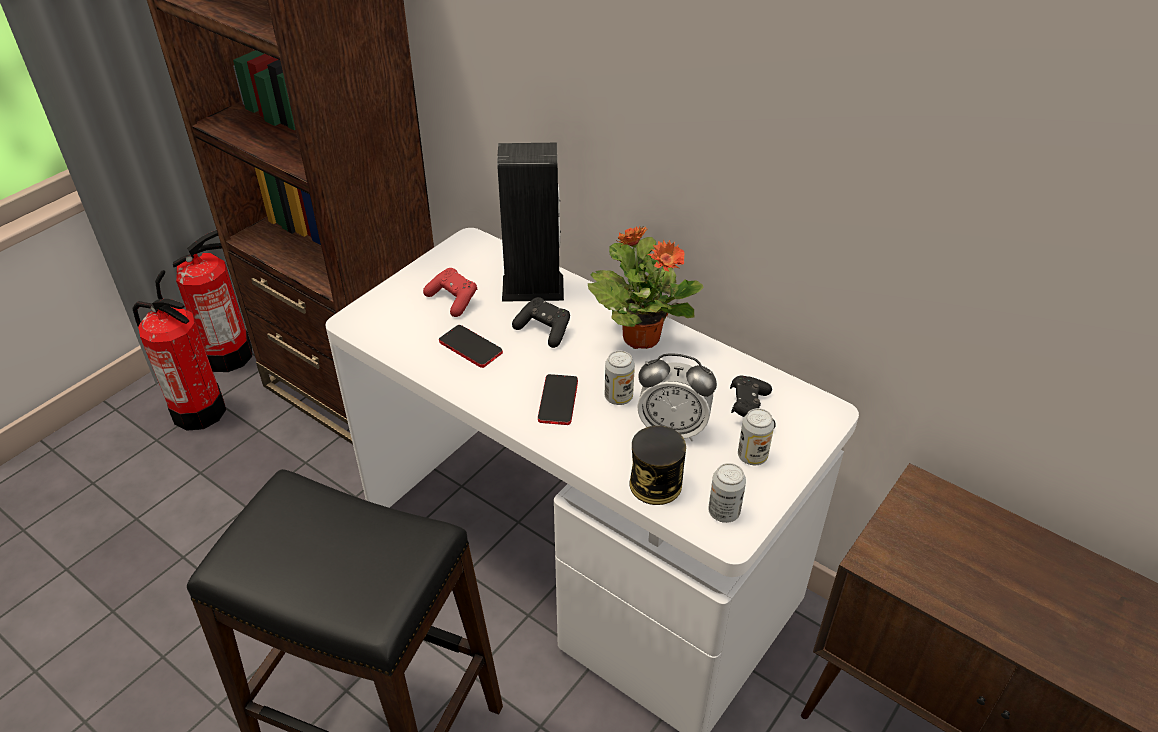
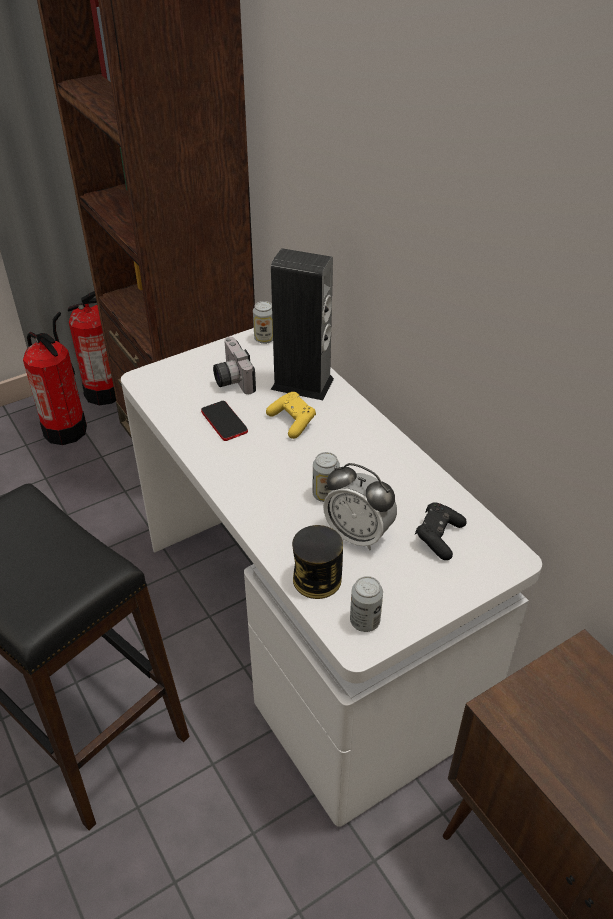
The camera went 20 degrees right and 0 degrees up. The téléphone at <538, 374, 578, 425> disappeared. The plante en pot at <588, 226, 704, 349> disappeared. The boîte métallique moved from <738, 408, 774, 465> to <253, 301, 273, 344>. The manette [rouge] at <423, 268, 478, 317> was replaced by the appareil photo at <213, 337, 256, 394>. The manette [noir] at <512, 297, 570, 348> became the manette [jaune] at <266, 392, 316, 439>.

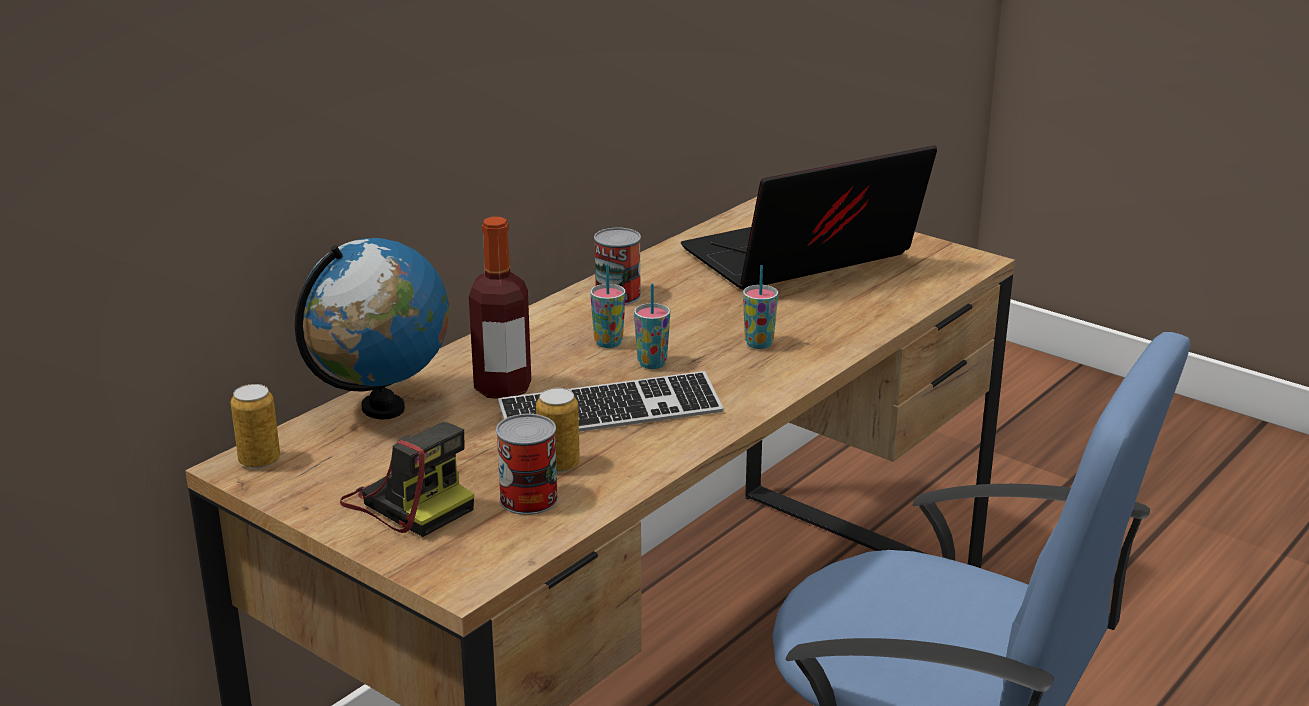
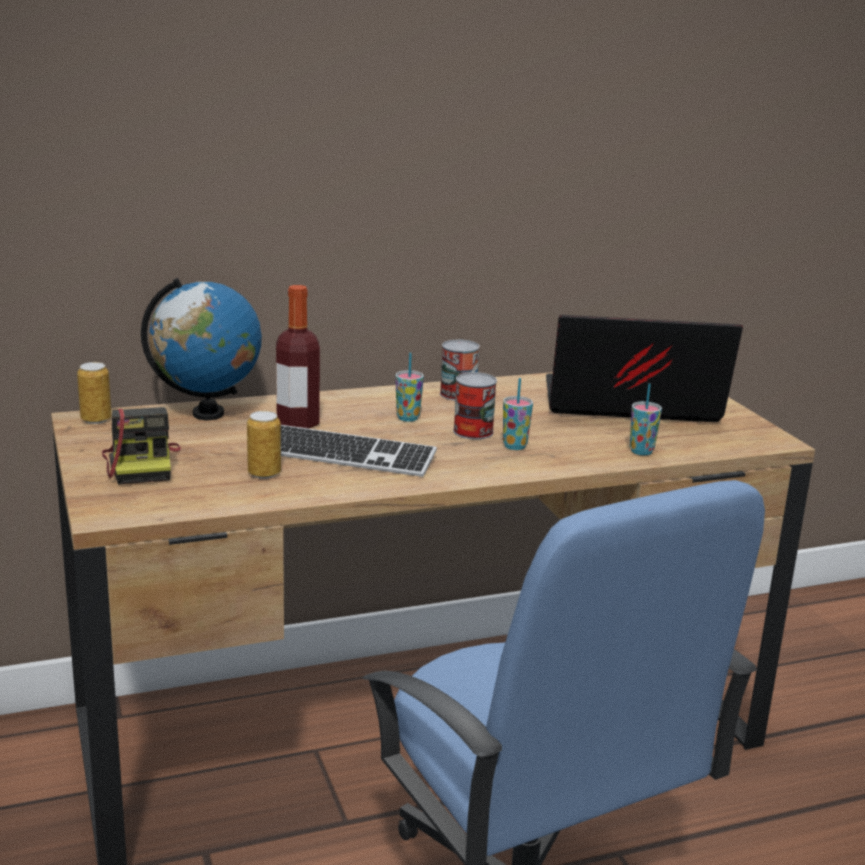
The camera went 30 degrees right and 5 degrees down. The boîte métallique moved from <496, 414, 558, 515> to <453, 372, 497, 439>. The tasse moved from <634, 283, 670, 369> to <630, 383, 662, 455>.

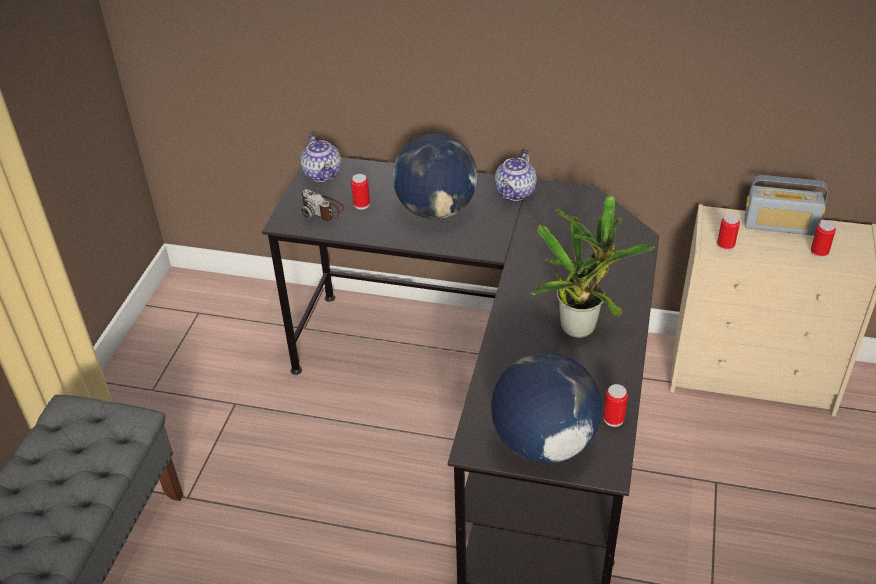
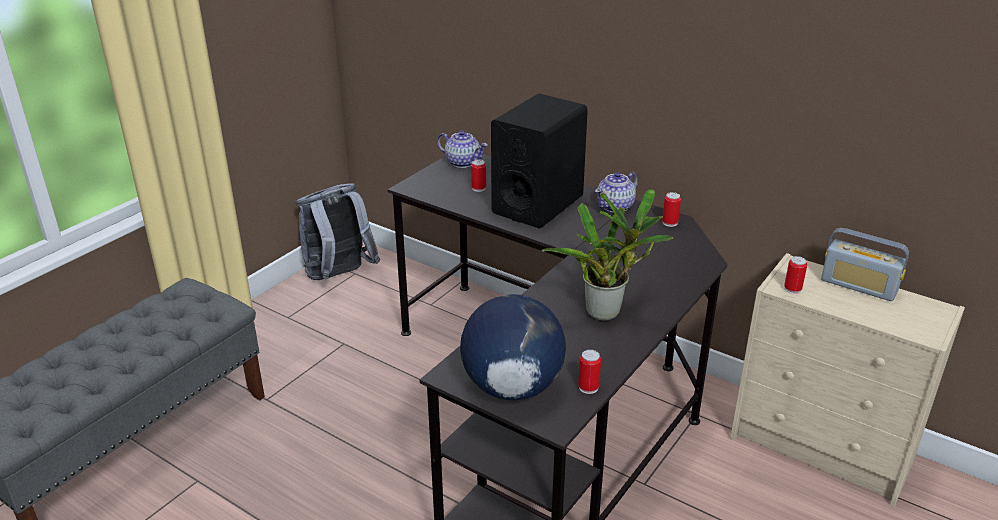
The camera went 20 degrees right and 10 degrees down. The appareil photo at <301, 189, 345, 221> disappeared. The sac à dos [gris] at <296, 183, 380, 280> appeared. The boîte métallique moved from <811, 221, 836, 258> to <662, 192, 681, 227>. The globe at <393, 134, 478, 219> was replaced by the enceinte [noir] at <491, 94, 588, 228>. The théière at <300, 135, 342, 182> turned 60 degrees counterclockwise.

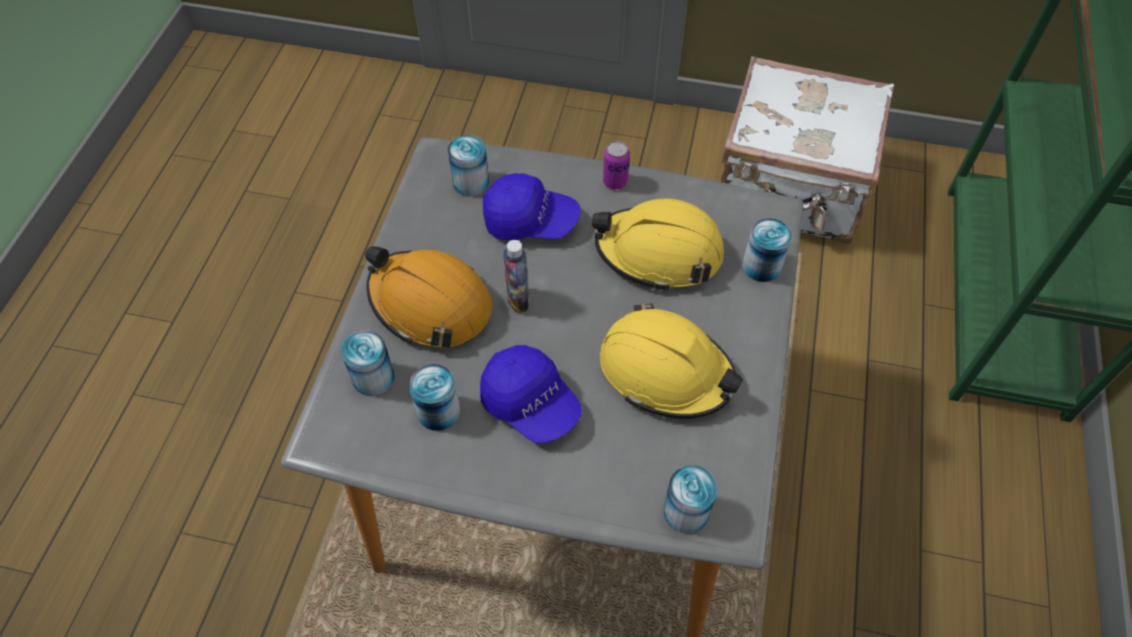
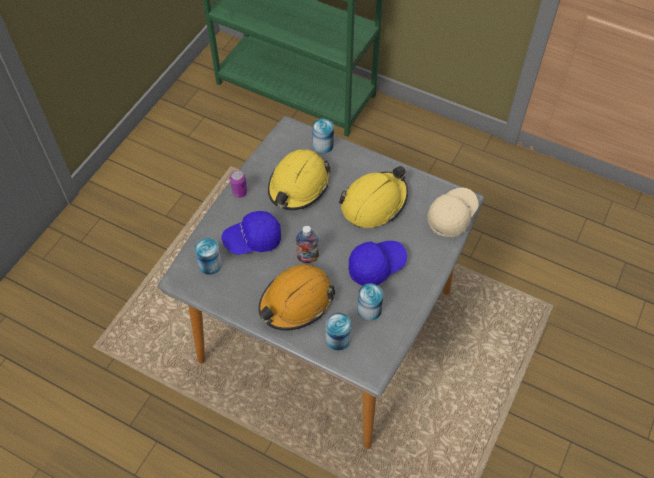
The camera went 75 degrees left and 0 degrees up. The valise [blanc] at <721, 56, 894, 244> disappeared. The boîte métallique at <664, 465, 718, 533> was replaced by the casquette [beige] at <427, 187, 479, 237>. The casquette [bleu] at <483, 173, 581, 240> turned 135 degrees counterclockwise.

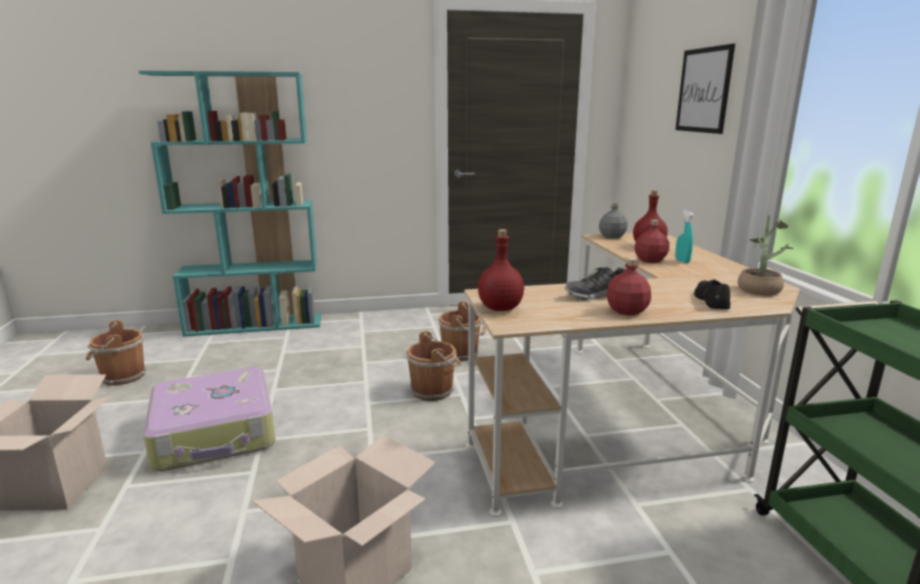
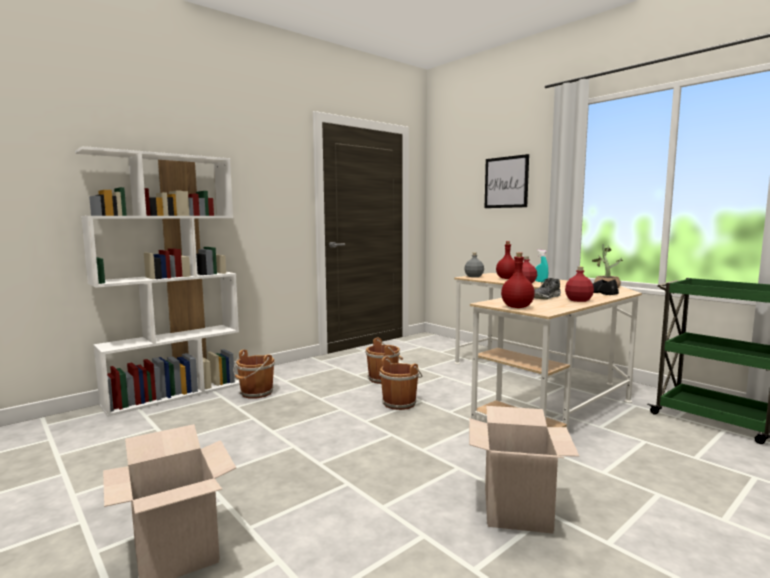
The camera went 30 degrees left and 10 degrees down. The valise at <143, 367, 275, 471> disappeared. The seau [marron] moved from <86, 320, 146, 385> to <233, 349, 275, 398>. The bibliothèque [turquoise] at <139, 71, 321, 337> became the bibliothèque [blanc] at <75, 146, 240, 417>.

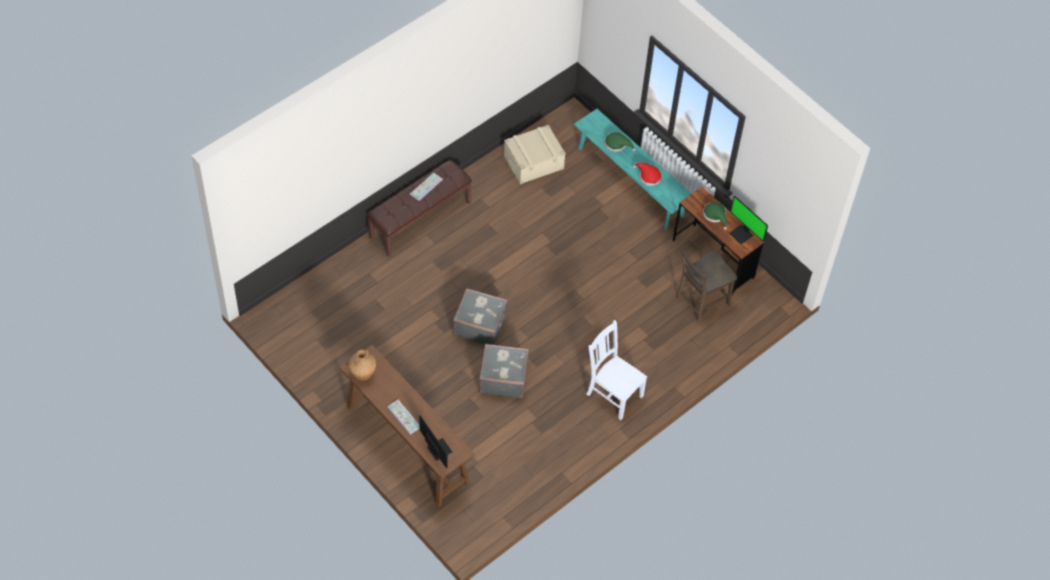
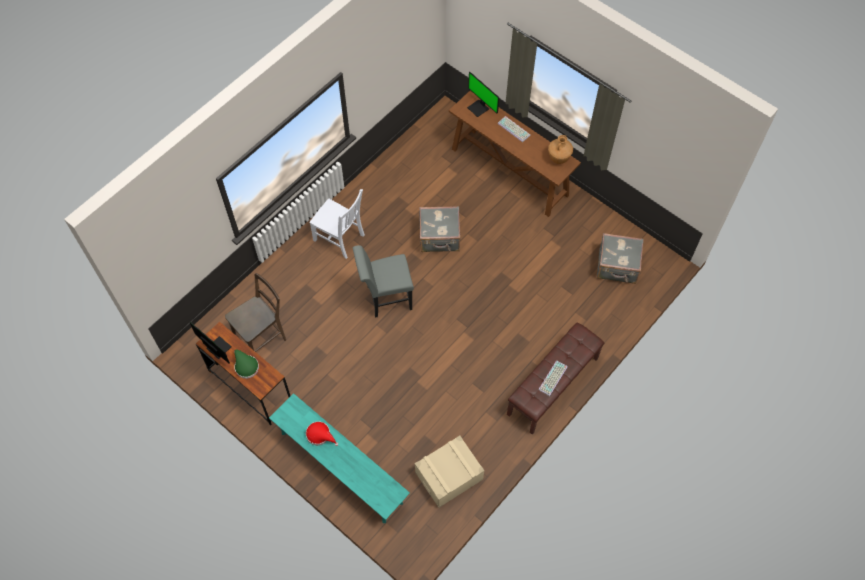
The camera went 175 degrees right and 5 degrees up. The chapeau [vert] at <605, 132, 635, 152> disappeared. The chaise [gris] at <353, 245, 414, 318> appeared. The valise [gris] moved from <453, 288, 508, 345> to <597, 233, 644, 284>.

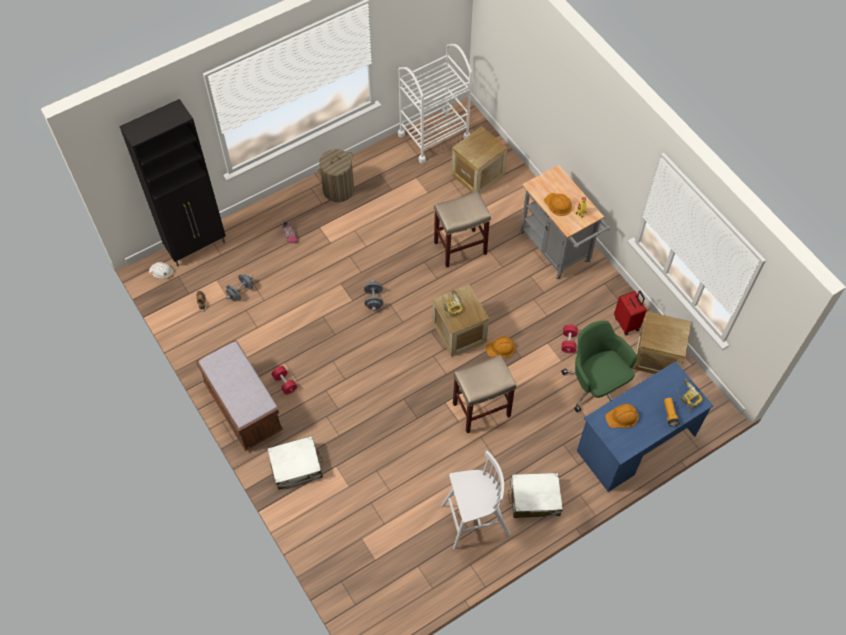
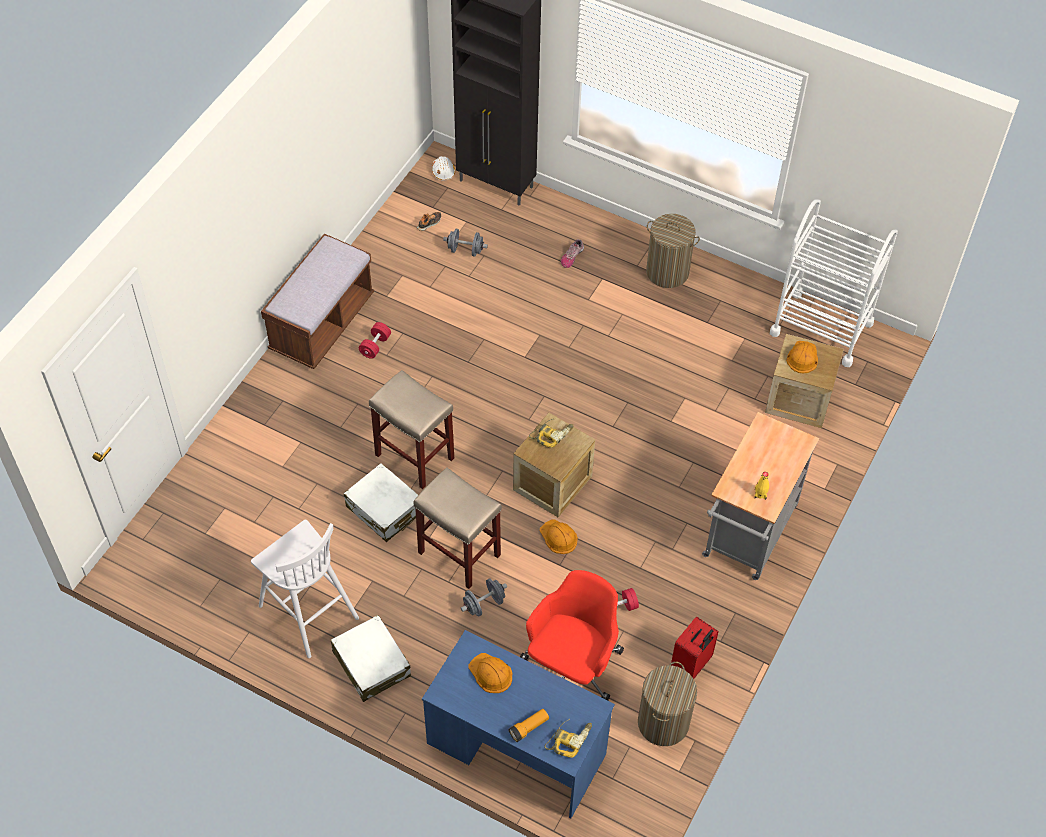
The camera went 60 degrees right and 5 degrees down. The valise [blanc] moved from <268, 436, 323, 490> to <344, 463, 418, 542>. The haltère [gris] moved from <364, 280, 383, 311> to <461, 578, 507, 616>. The tabouret [beige] moved from <434, 191, 491, 268> to <369, 370, 454, 489>. The casque de chantier [orange] moved from <544, 193, 572, 216> to <786, 341, 818, 374>. The caisse at <632, 312, 691, 374> was replaced by the panier à linge at <638, 662, 697, 746>. The chaise de bureau [vert] at <561, 320, 637, 412> became the chaise de bureau [rouge] at <520, 570, 624, 700>.

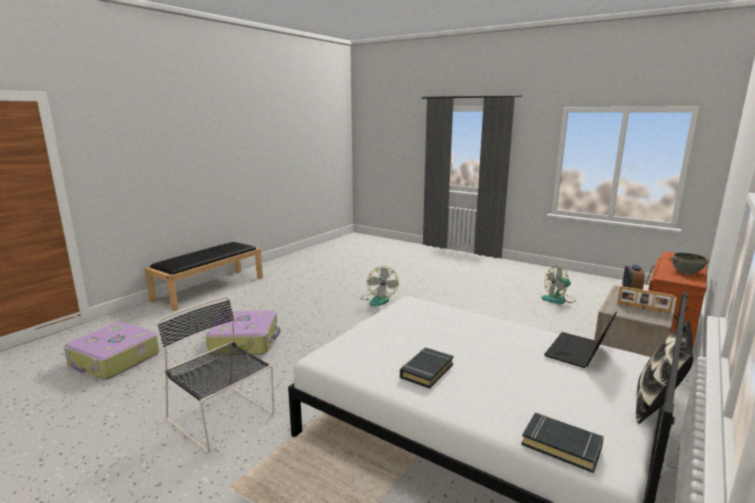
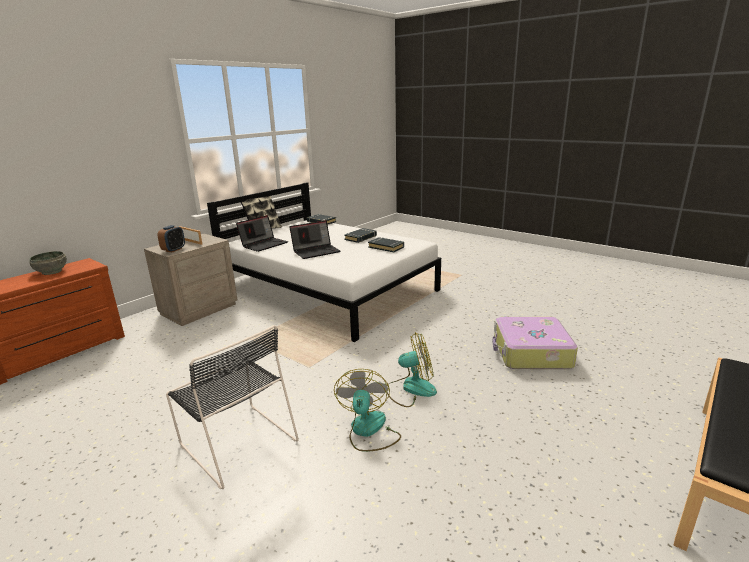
The camera went 175 degrees left and 5 degrees up. The valise at <64, 322, 160, 380> disappeared. The ordinateur portable at <290, 221, 340, 259> appeared. The livre [noir] at <368, 237, 404, 252> appeared. The chaise [noir] moved from <158, 296, 274, 453> to <166, 325, 299, 489>. The ventilateur moved from <541, 266, 576, 304> to <387, 332, 437, 407>.

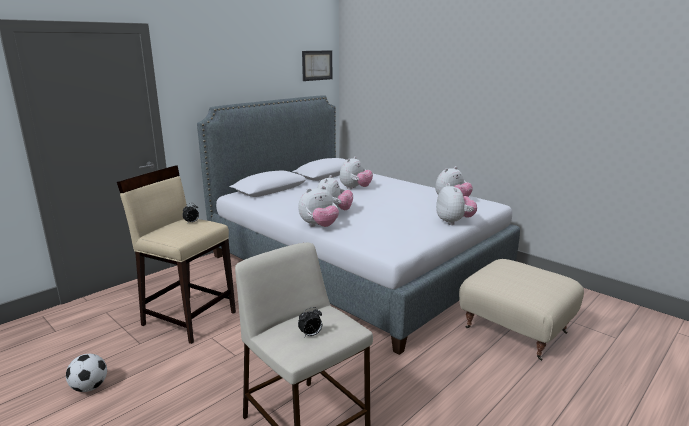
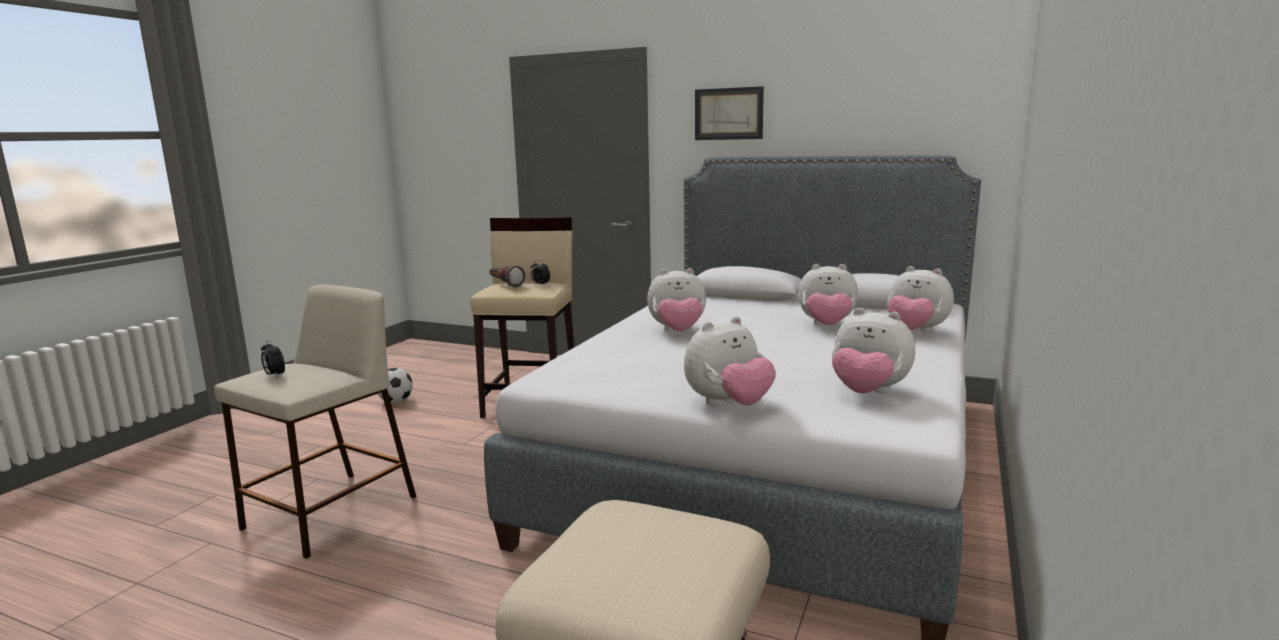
The camera went 70 degrees right and 5 degrees down. The lampe de poche at <489, 265, 525, 288> appeared. The peluche moved from <298, 186, 339, 227> to <887, 266, 954, 332>. The tableau moved from <302, 50, 332, 81> to <695, 86, 764, 140>.

